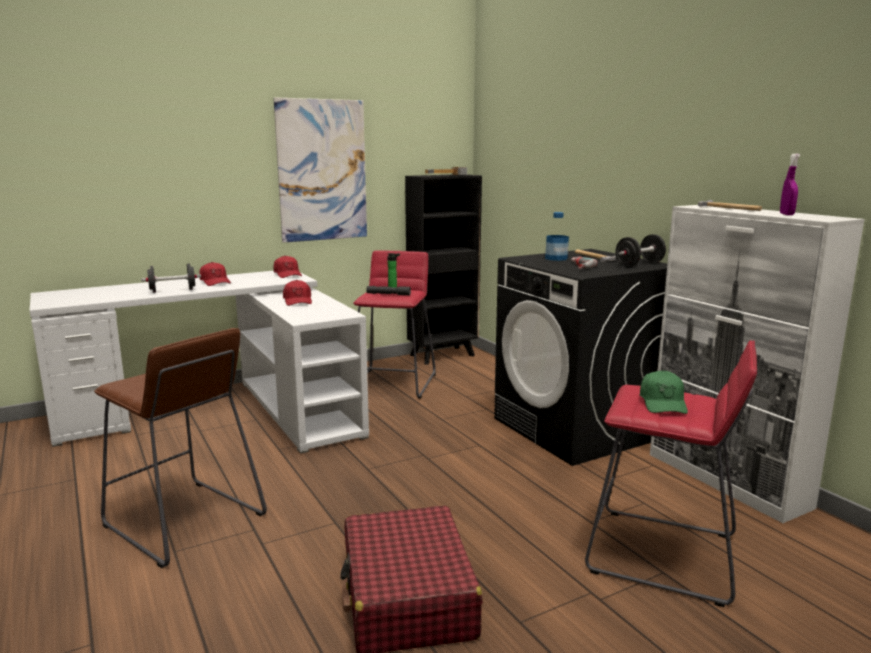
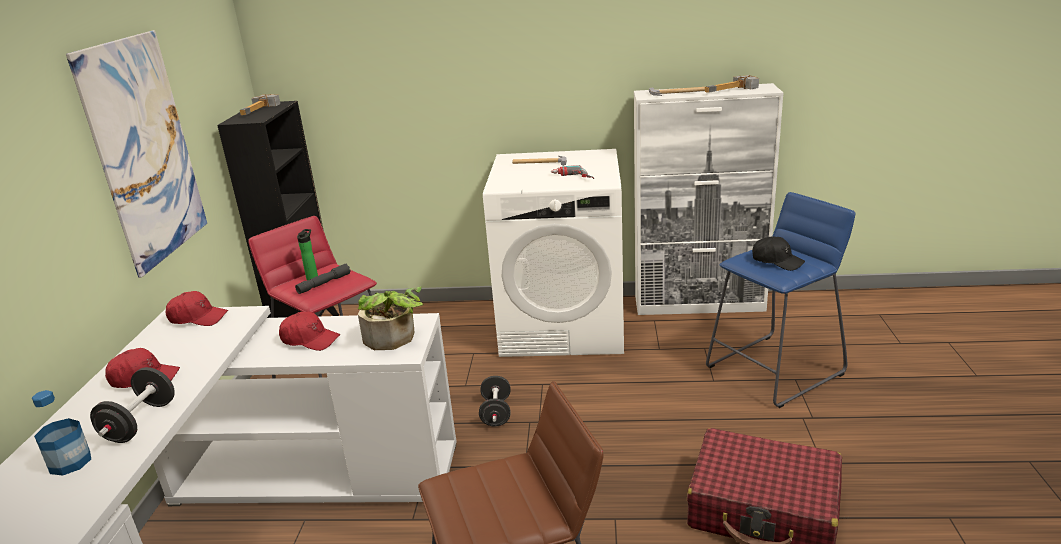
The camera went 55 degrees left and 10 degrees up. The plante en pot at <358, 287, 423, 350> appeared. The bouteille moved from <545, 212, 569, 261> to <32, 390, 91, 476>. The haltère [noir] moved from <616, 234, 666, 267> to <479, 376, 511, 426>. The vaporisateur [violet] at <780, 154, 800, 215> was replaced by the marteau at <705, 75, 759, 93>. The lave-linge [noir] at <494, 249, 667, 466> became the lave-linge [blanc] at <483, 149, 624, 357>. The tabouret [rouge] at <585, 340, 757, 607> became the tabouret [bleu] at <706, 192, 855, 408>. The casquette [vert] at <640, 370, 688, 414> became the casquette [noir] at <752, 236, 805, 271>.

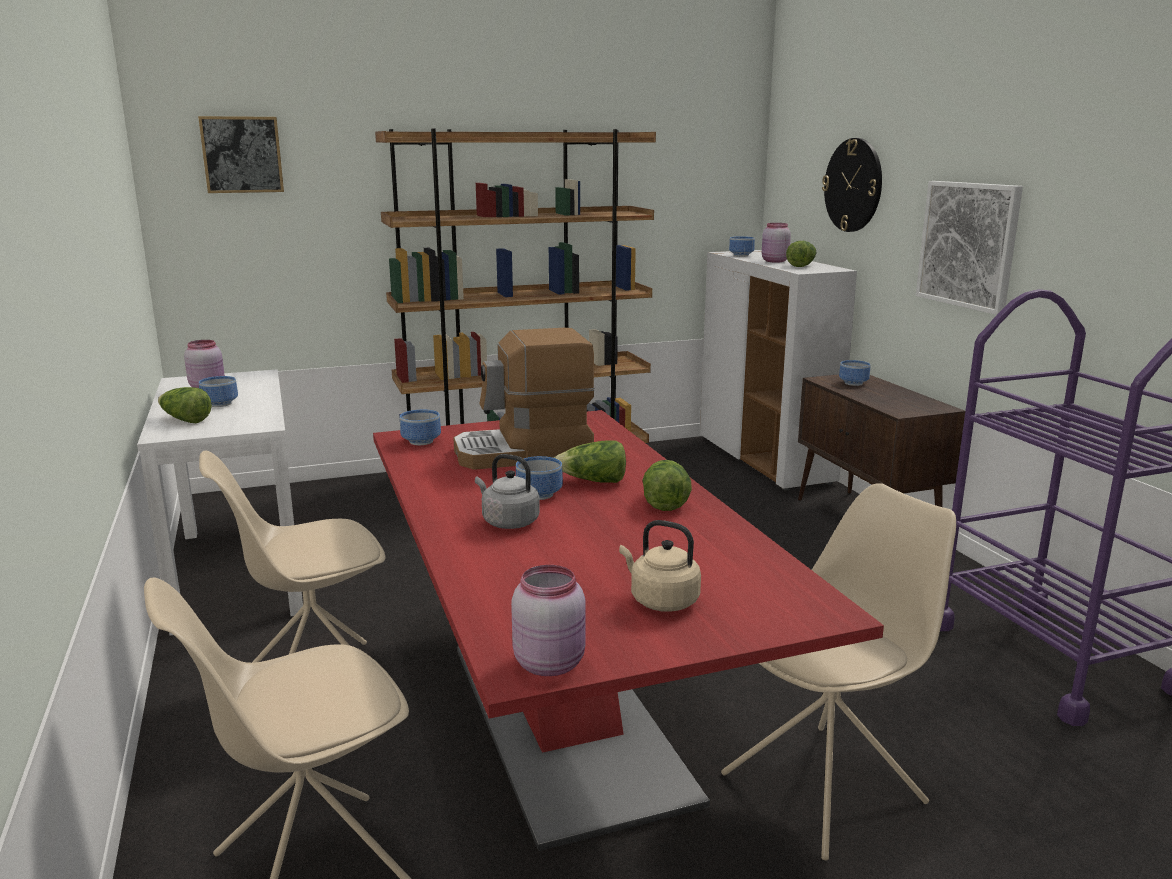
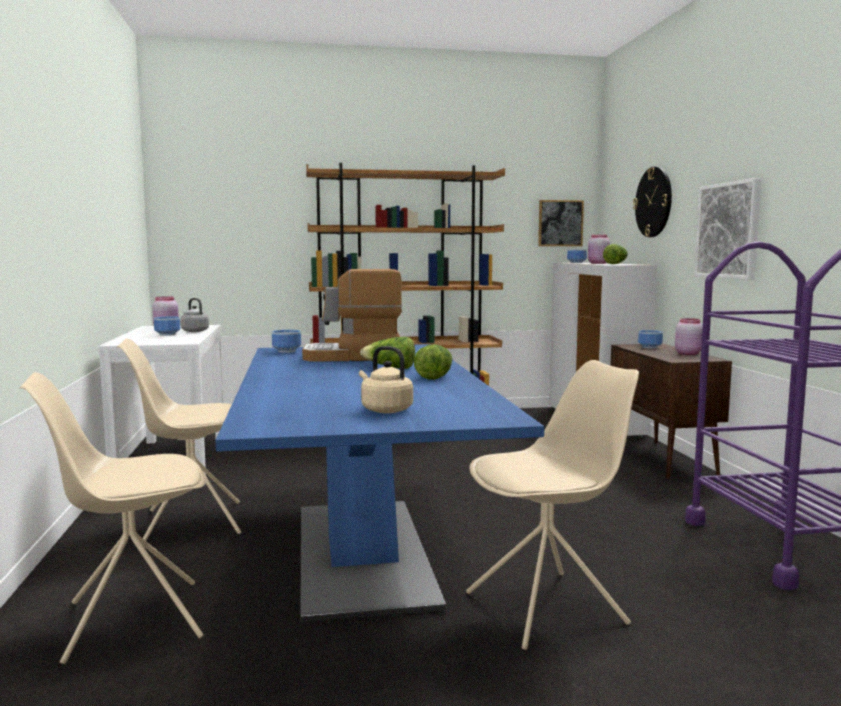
The camera went 10 degrees right and 10 degrees down. The laitue at <158, 387, 212, 423> disappeared. The bol at <516, 456, 563, 500> disappeared. The tableau moved from <198, 116, 284, 193> to <538, 200, 584, 246>. The bouilloire [gris] moved from <475, 454, 540, 529> to <181, 298, 209, 332>. The bocal [rose] moved from <511, 565, 586, 676> to <675, 318, 703, 355>. The table à manger [rouge] at <373, 410, 884, 851> became the table à manger [bleu] at <216, 344, 544, 623>.

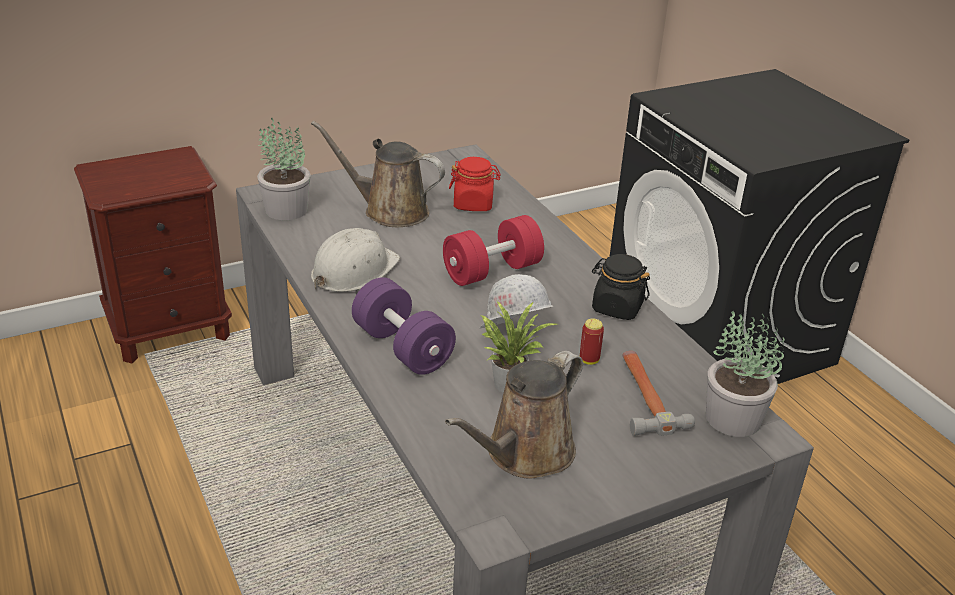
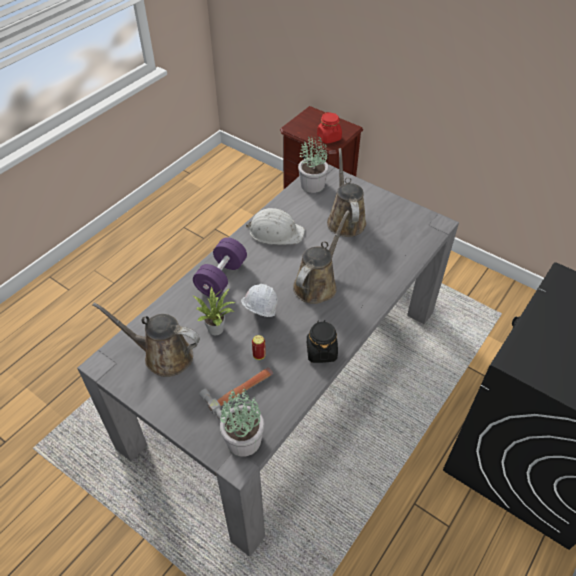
The camera went 65 degrees right and 15 degrees up. The bocal [rouge] moved from <449, 157, 501, 211> to <317, 112, 342, 144>. The haltère [rouge] at <443, 215, 544, 286> was replaced by the arrosoir [marron] at <293, 211, 350, 304>.

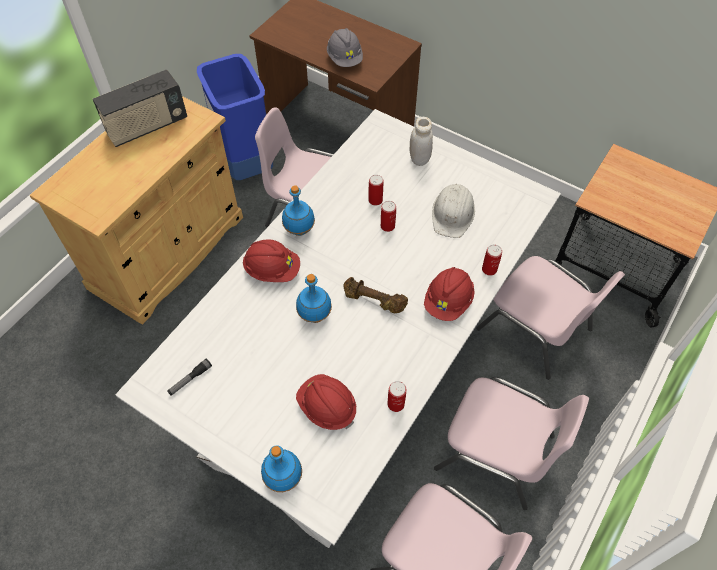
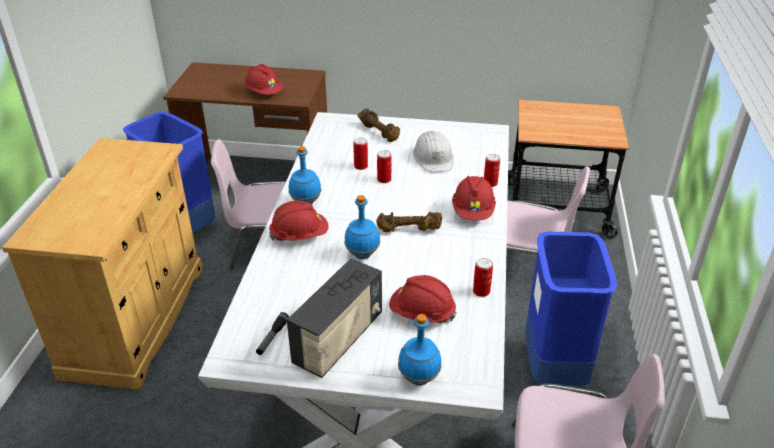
The camera went 25 degrees left and 20 degrees down. The radio moved from <93, 70, 187, 147> to <287, 258, 382, 378>. The bocal [blanc] at <410, 117, 433, 166> was replaced by the haltère [marron] at <357, 108, 400, 142>. The chaise [rose] at <434, 377, 589, 510> was replaced by the poubelle [bleu] at <525, 232, 617, 386>. The casque de chantier [gris] at <327, 28, 363, 67> became the casque de chantier [rouge] at <245, 64, 283, 95>.

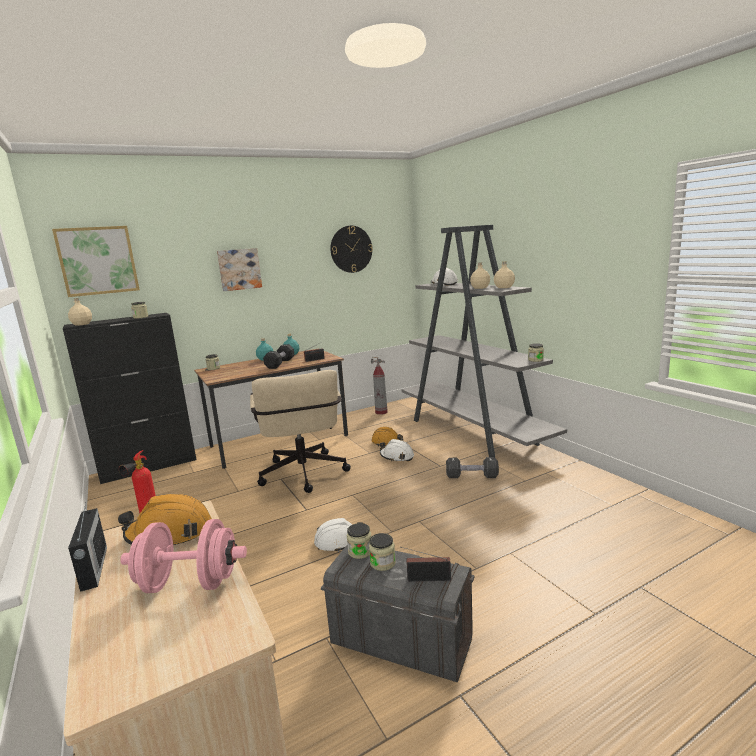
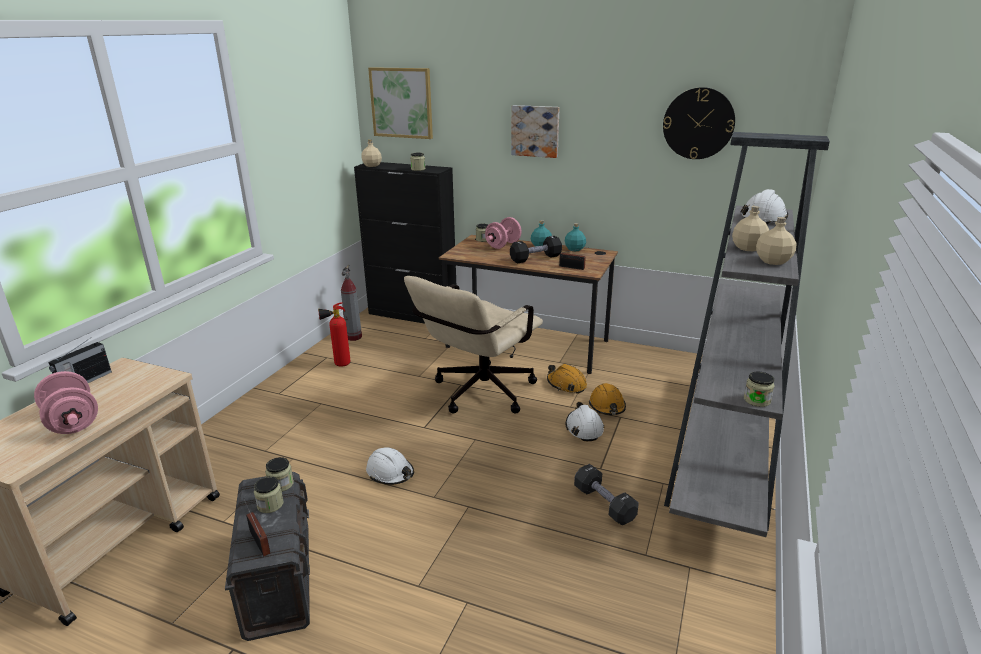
The camera went 50 degrees right and 10 degrees up. The haltère [rose] at <485, 217, 522, 249> appeared. The casque de chantier [orange] moved from <118, 494, 212, 545> to <547, 364, 587, 394>. The extincteur moved from <371, 357, 388, 415> to <341, 265, 362, 341>.

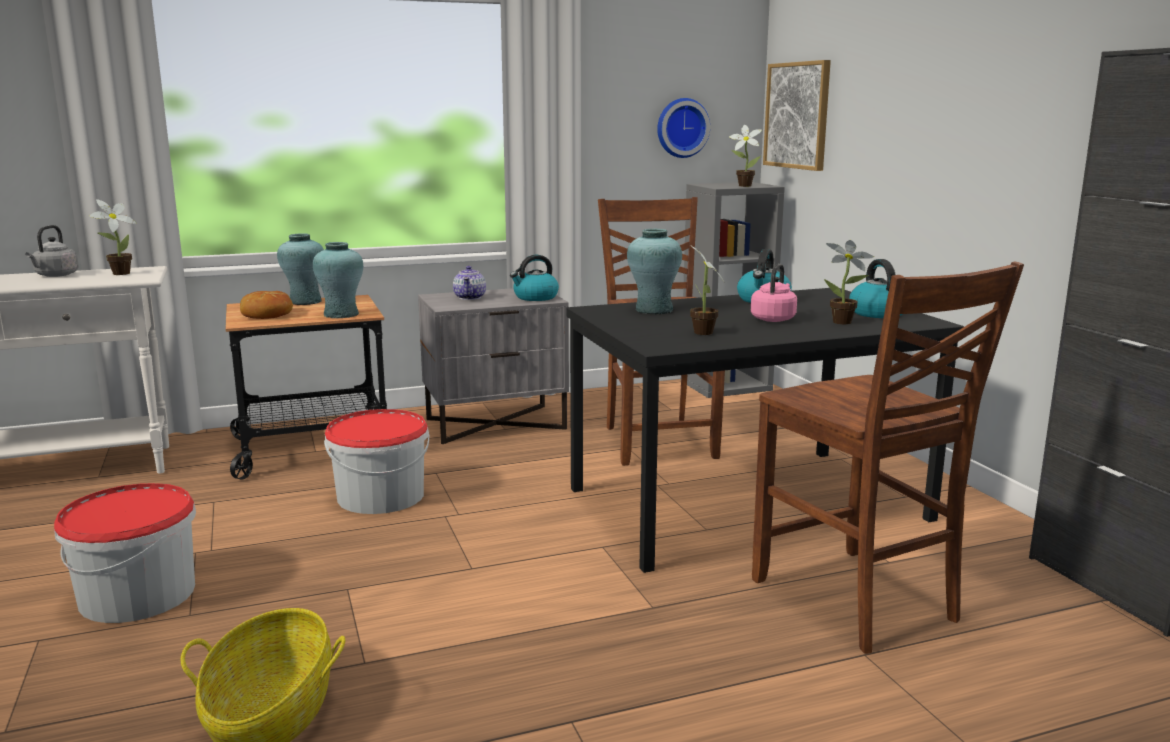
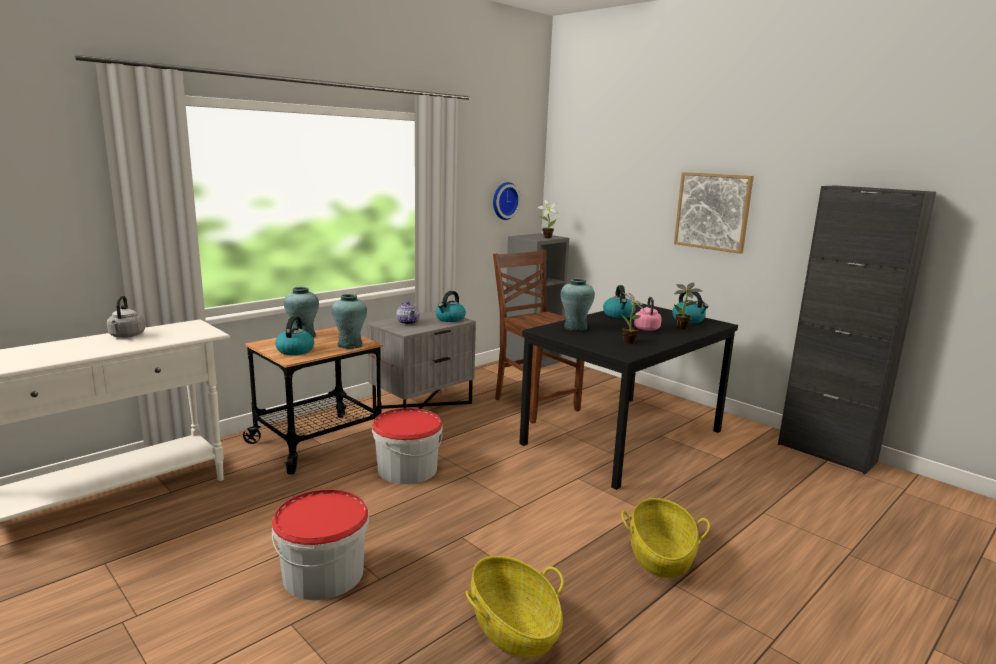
The camera went 25 degrees left and 0 degrees up. The plante en pot at <90, 199, 136, 275> disappeared. The chaise [marron] at <752, 262, 1024, 654> disappeared. The panier at <621, 498, 710, 578> appeared. The tableau moved from <763, 60, 831, 171> to <674, 172, 754, 254>. The pain at <240, 291, 293, 319> was replaced by the bouilloire at <275, 316, 314, 355>.

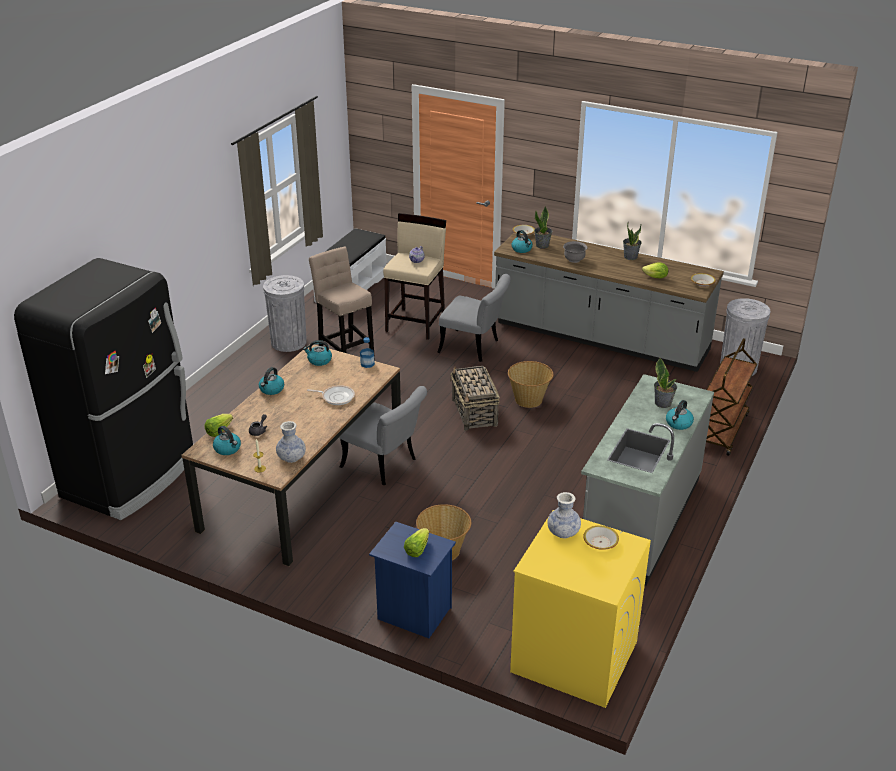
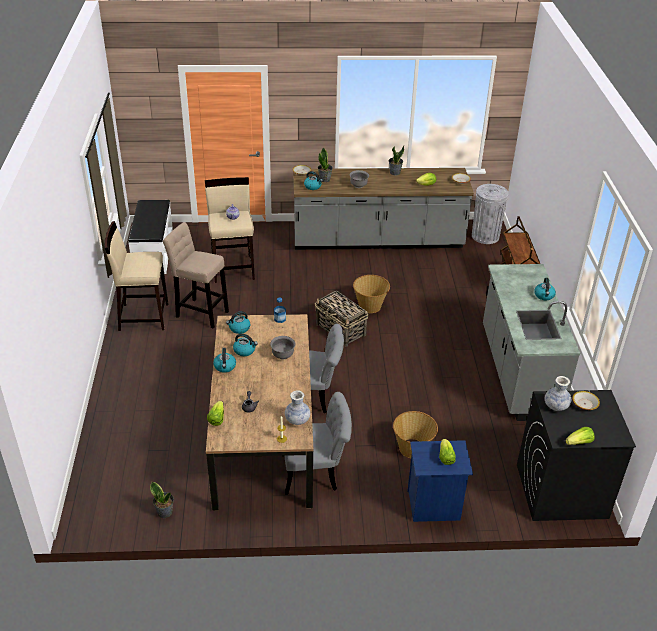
The camera went 30 degrees left and 5 degrees up. The réfrigérateur [noir] at <14, 258, 194, 520> disappeared. The laitue at <565, 427, 595, 445> appeared. The bouilloire moved from <213, 426, 241, 455> to <233, 334, 258, 356>. The chaise [gris] moved from <437, 274, 511, 362> to <285, 392, 352, 495>. The plante en pot moved from <654, 358, 677, 408> to <150, 482, 174, 518>. The poubelle [gris] at <263, 275, 307, 352> was replaced by the tabouret [beige] at <104, 221, 168, 331>. The poêle at <307, 385, 355, 405> was replaced by the bol [gris] at <270, 336, 295, 359>. The lave-linge [jaune] at <510, 510, 651, 708> became the lave-linge [noir] at <517, 390, 636, 521>.

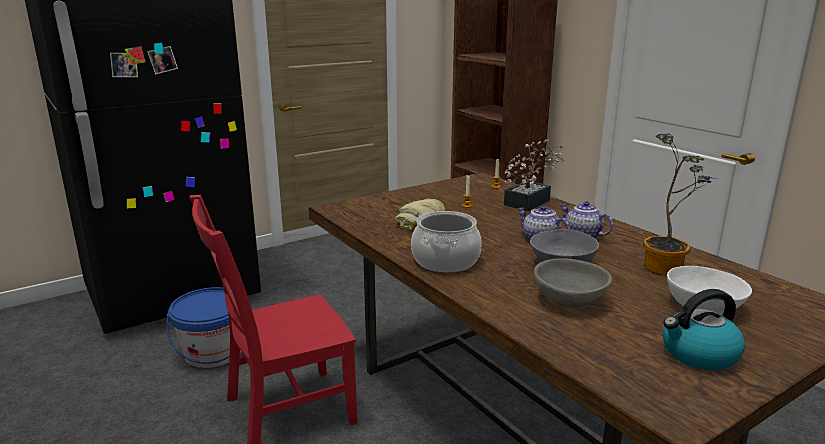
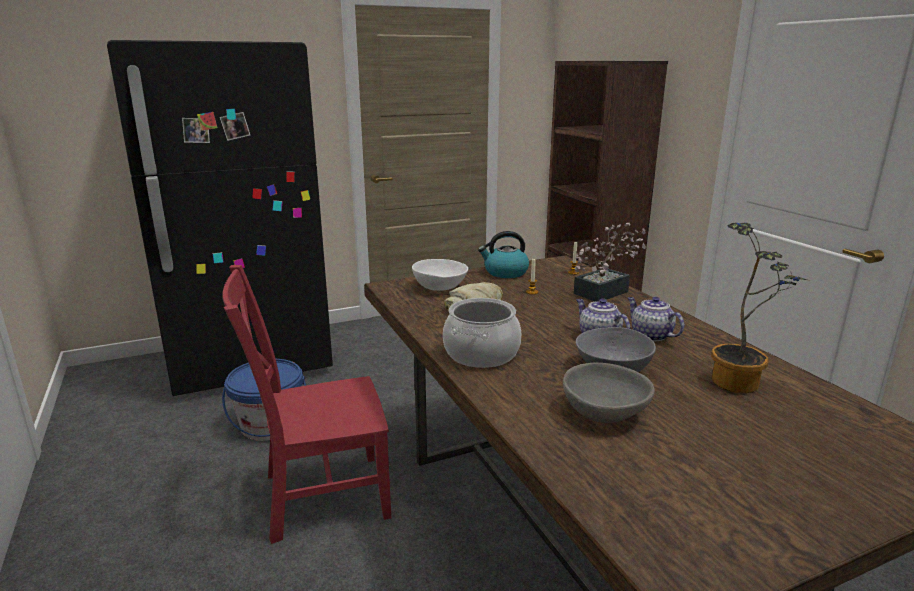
The camera went 10 degrees right and 0 degrees up. The bouilloire moved from <663, 289, 745, 371> to <478, 231, 529, 278>. The bol [blanc] moved from <667, 266, 752, 315> to <412, 259, 468, 291>.

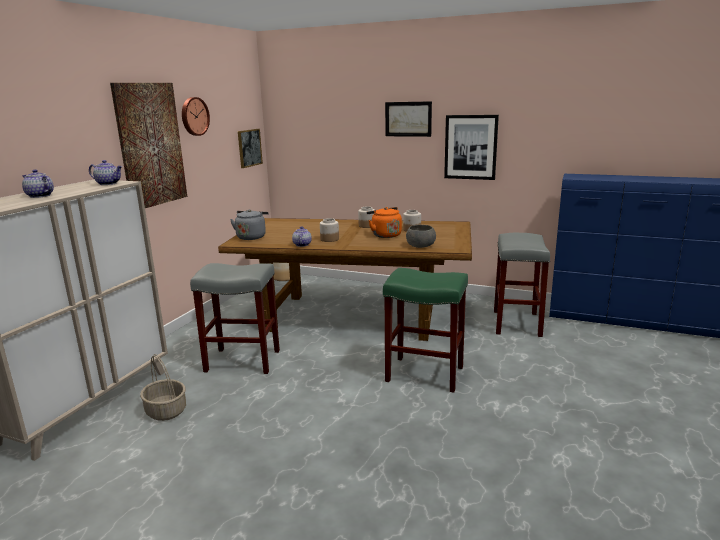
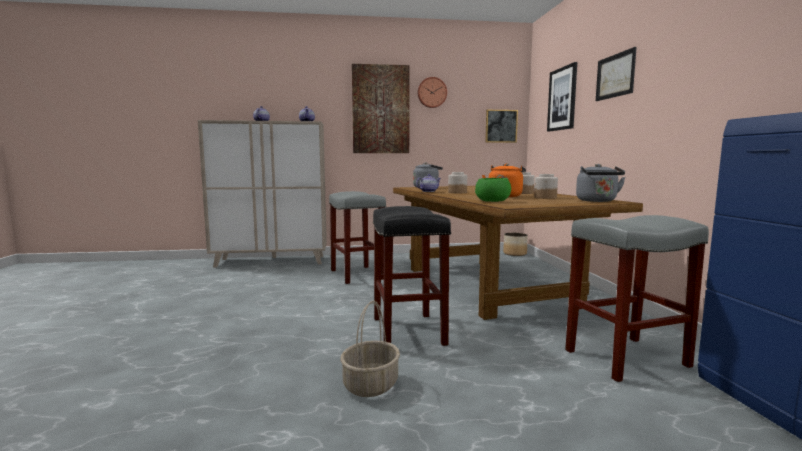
The camera went 60 degrees right and 10 degrees down. The bouilloire [gris] at <576, 164, 626, 202> appeared. The panier moved from <140, 354, 186, 421> to <340, 301, 400, 397>. The tableau moved from <444, 115, 499, 180> to <547, 62, 577, 132>. The tabouret [vert] at <383, 268, 468, 393> became the tabouret [noir] at <373, 206, 451, 346>. The bol [gris] at <406, 225, 436, 248> became the bol [vert] at <475, 178, 511, 202>.

